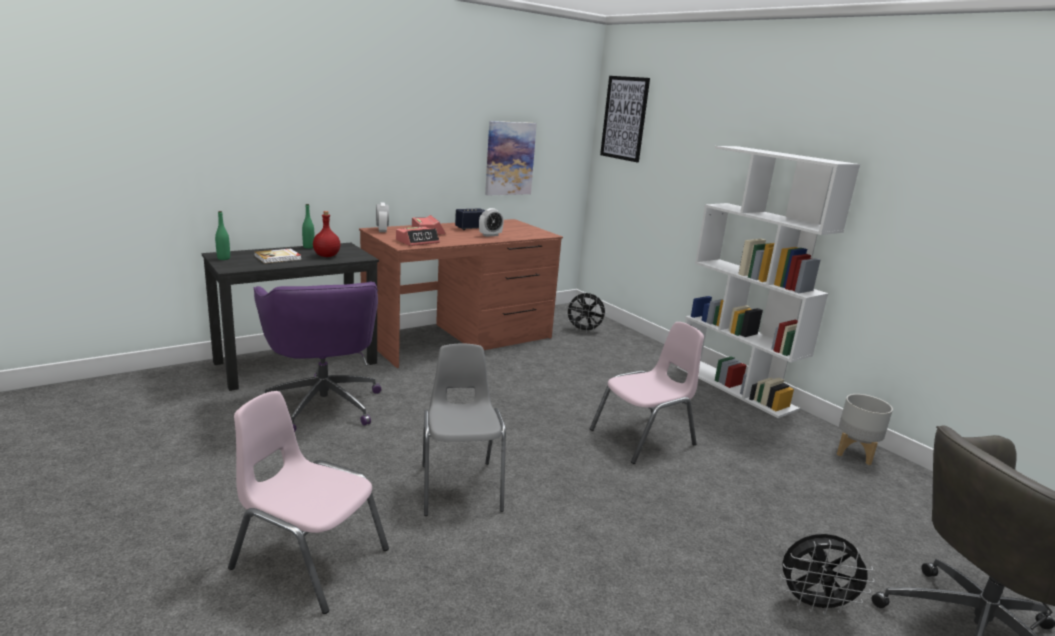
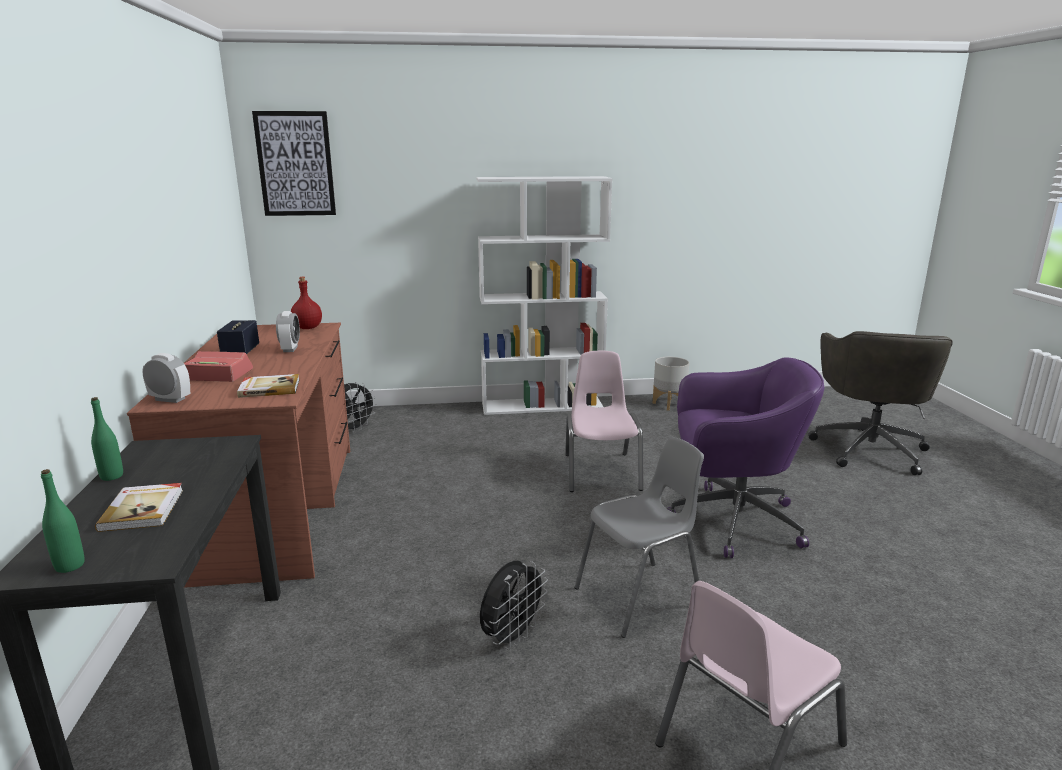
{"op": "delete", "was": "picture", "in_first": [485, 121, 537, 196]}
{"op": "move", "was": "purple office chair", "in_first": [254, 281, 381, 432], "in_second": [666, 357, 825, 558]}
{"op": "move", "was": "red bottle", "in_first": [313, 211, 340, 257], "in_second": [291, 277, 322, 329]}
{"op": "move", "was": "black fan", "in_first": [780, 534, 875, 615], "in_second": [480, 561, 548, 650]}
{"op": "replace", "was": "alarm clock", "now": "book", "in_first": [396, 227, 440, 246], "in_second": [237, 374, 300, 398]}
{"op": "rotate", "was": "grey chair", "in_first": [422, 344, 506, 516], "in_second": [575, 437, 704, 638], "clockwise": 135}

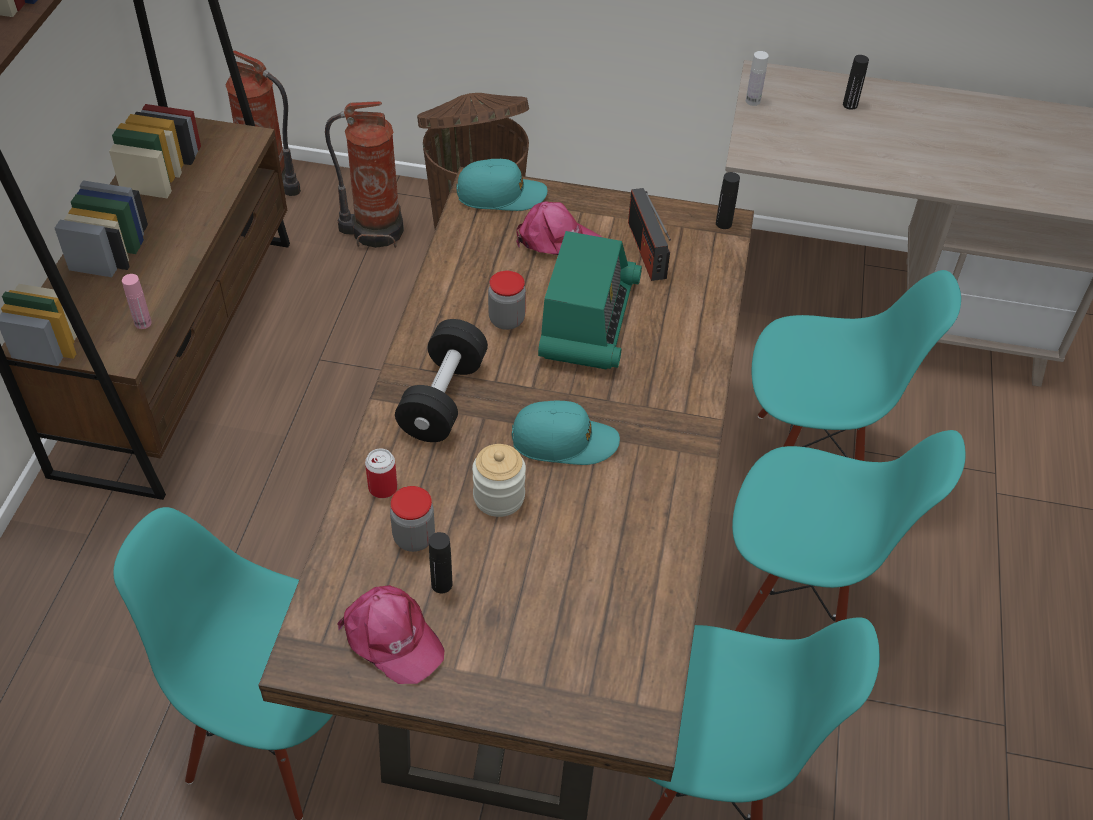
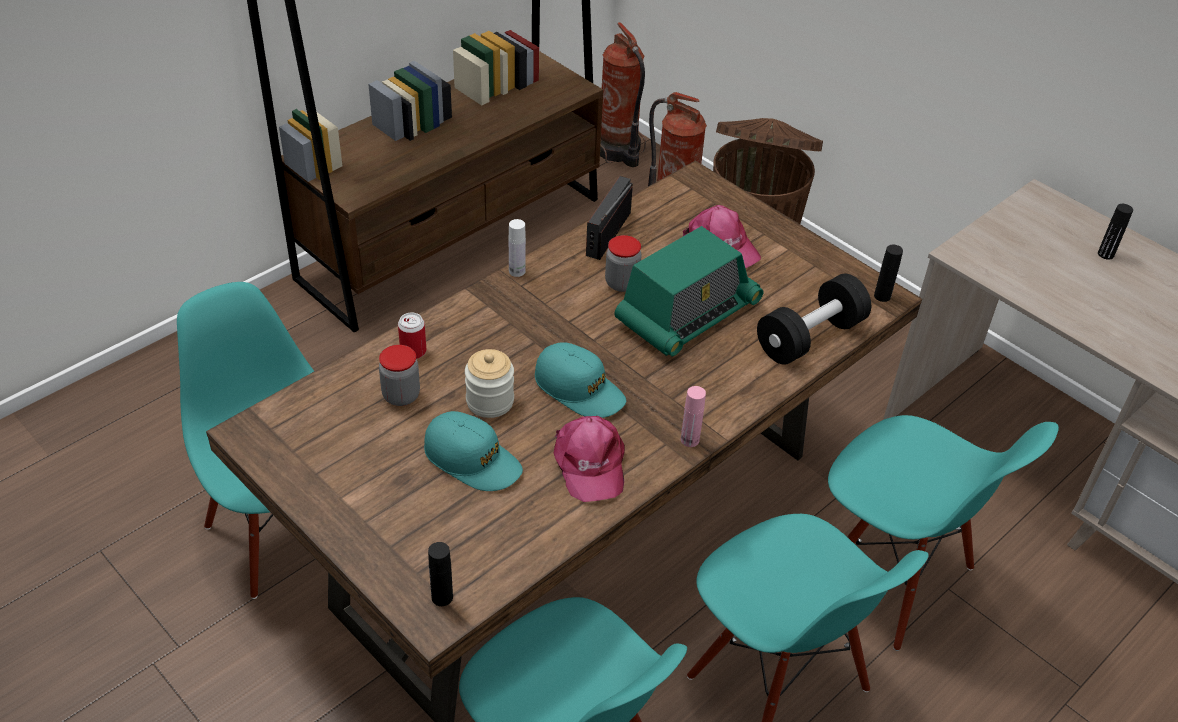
{"op": "move", "was": "pink bottle", "in_first": [122, 274, 152, 329], "in_second": [681, 386, 706, 447]}
{"op": "move", "was": "pink cap", "in_first": [337, 585, 444, 684], "in_second": [554, 416, 625, 502]}
{"op": "move", "was": "black dumbbell", "in_first": [395, 319, 488, 442], "in_second": [757, 274, 871, 365]}
{"op": "move", "was": "black bottle", "in_first": [429, 532, 452, 593], "in_second": [428, 542, 453, 606]}
{"op": "move", "was": "turquoise cap", "in_first": [457, 159, 547, 211], "in_second": [424, 411, 523, 491]}
{"op": "move", "was": "radio", "in_first": [628, 188, 671, 281], "in_second": [586, 176, 633, 260]}
{"op": "move", "was": "white bottle", "in_first": [746, 51, 769, 106], "in_second": [509, 219, 526, 277]}

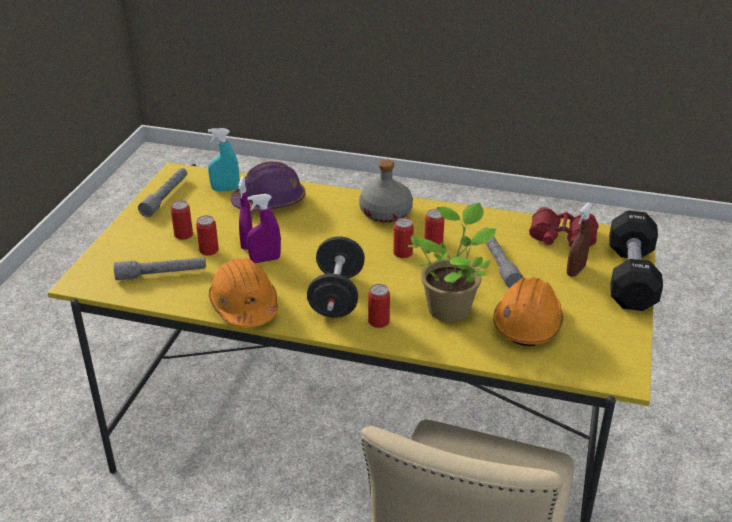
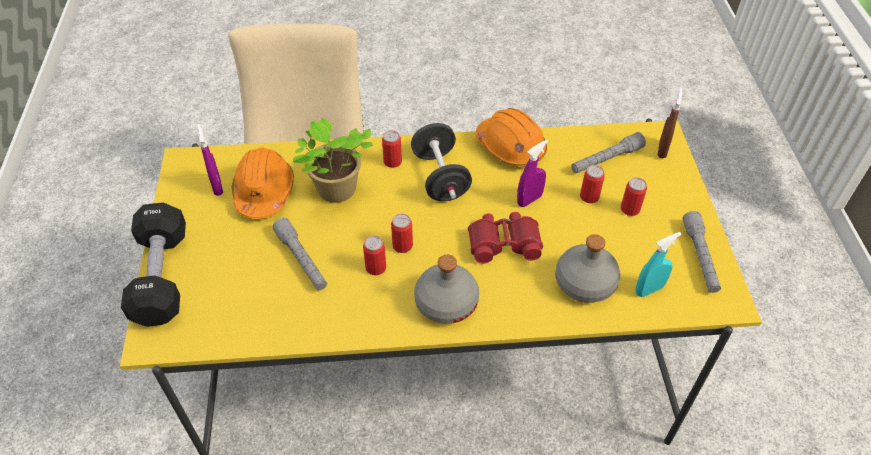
{"op": "move", "was": "purple spray bottle", "in_first": [238, 177, 253, 250], "in_second": [197, 124, 223, 196]}
{"op": "move", "was": "red binoculars", "in_first": [529, 207, 598, 247], "in_second": [468, 212, 543, 264]}
{"op": "move", "was": "brown spray bottle", "in_first": [567, 203, 593, 277], "in_second": [658, 87, 682, 158]}
{"op": "replace", "was": "purple hard hat", "now": "grey bottle", "in_first": [231, 161, 306, 211], "in_second": [555, 234, 620, 303]}

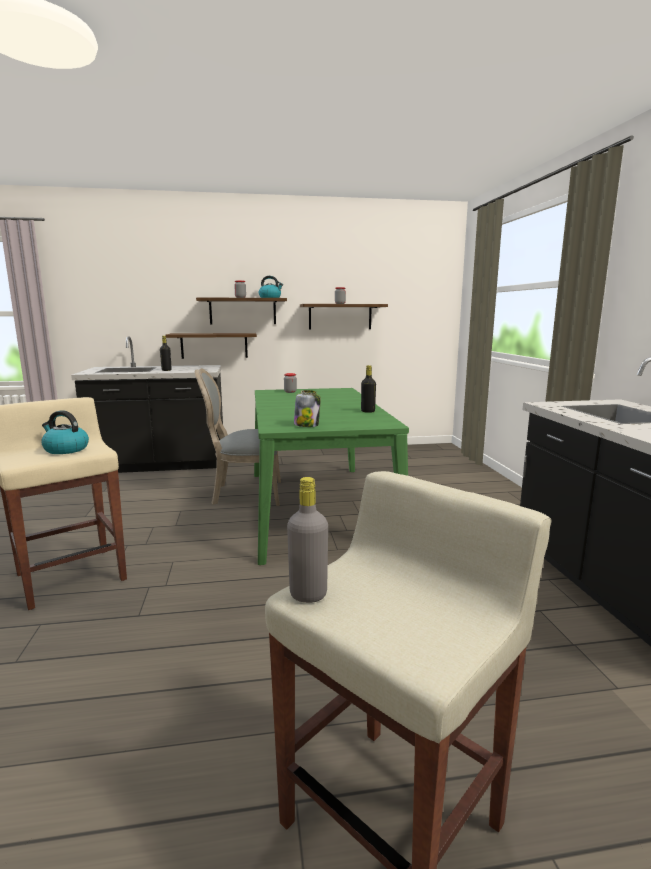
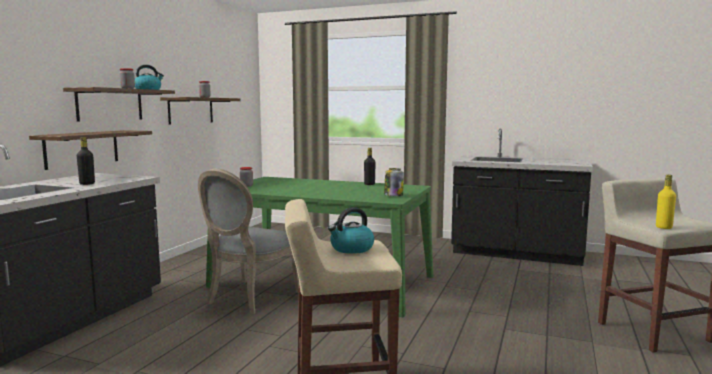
{"op": "recolor", "was": "grey bottle", "now": "yellow bottle", "in_first": [287, 477, 328, 603], "in_second": [656, 175, 676, 229]}

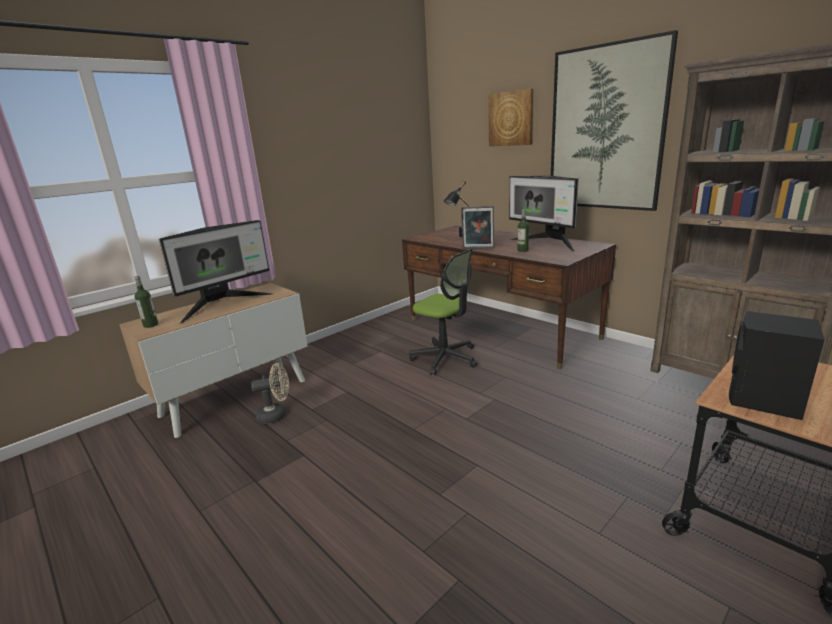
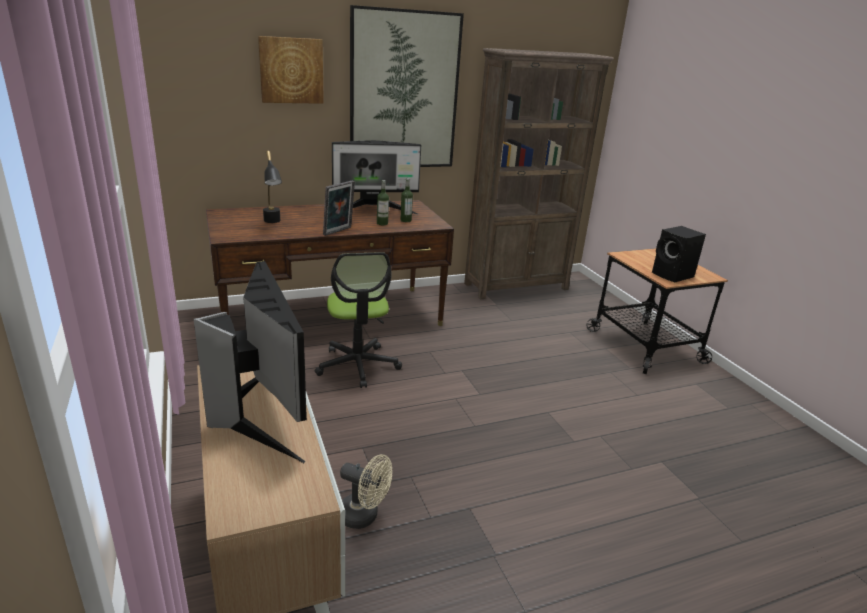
{"op": "move", "was": "bottle", "in_first": [134, 276, 158, 328], "in_second": [400, 178, 413, 222]}
{"op": "rotate", "was": "beige fan", "in_first": [251, 363, 289, 424], "in_second": [340, 454, 392, 529], "clockwise": 105}
{"op": "rotate", "was": "office chair", "in_first": [409, 249, 478, 375], "in_second": [315, 252, 402, 388], "clockwise": 105}

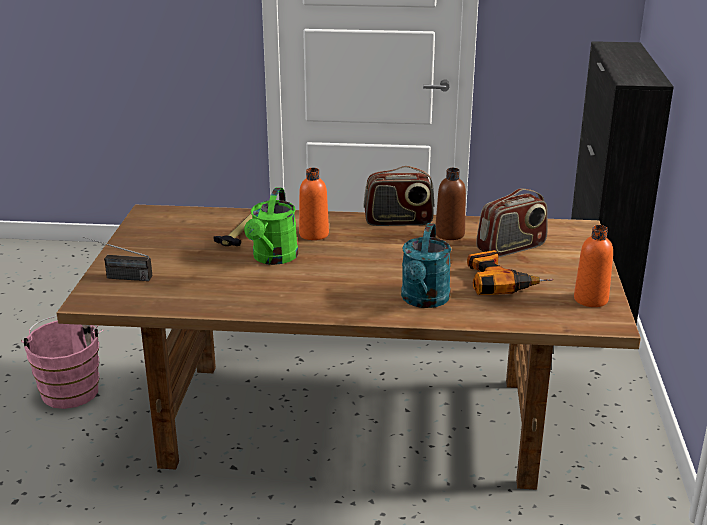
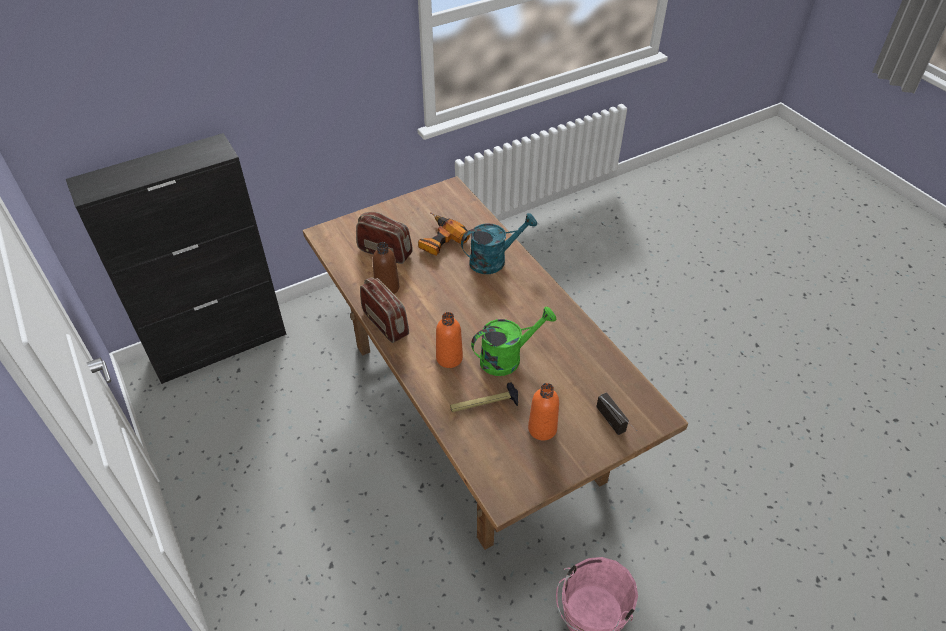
{"op": "move", "was": "orange bottle", "in_first": [574, 225, 613, 307], "in_second": [528, 383, 559, 441]}

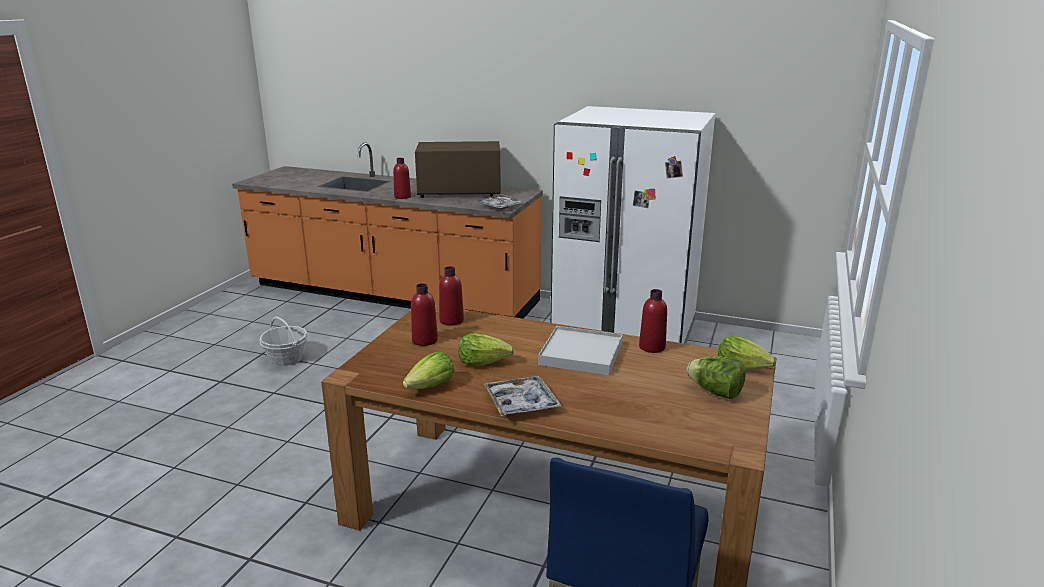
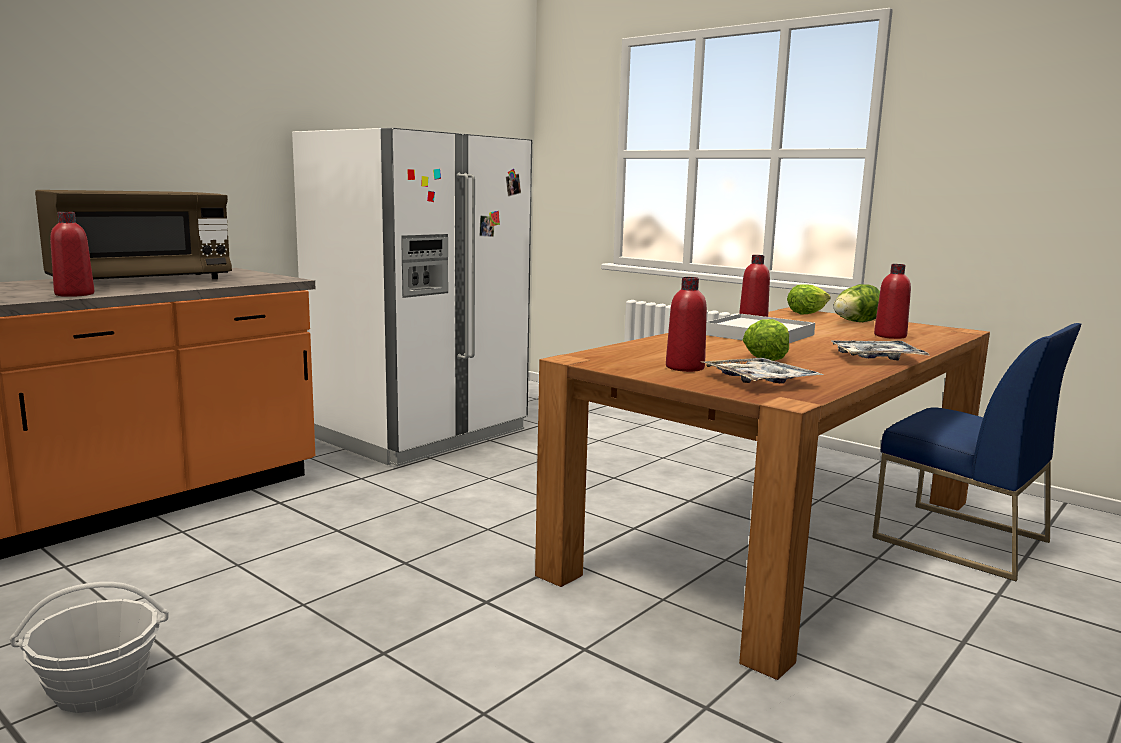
{"op": "delete", "was": "lettuce", "in_first": [403, 352, 454, 389]}
{"op": "move", "was": "red bottle", "in_first": [439, 266, 464, 326], "in_second": [874, 264, 911, 339]}
{"op": "move", "was": "tray", "in_first": [475, 194, 526, 209], "in_second": [703, 358, 823, 383]}
{"op": "rotate", "was": "brown microwave", "in_first": [415, 141, 501, 198], "in_second": [35, 190, 232, 279], "clockwise": -150}

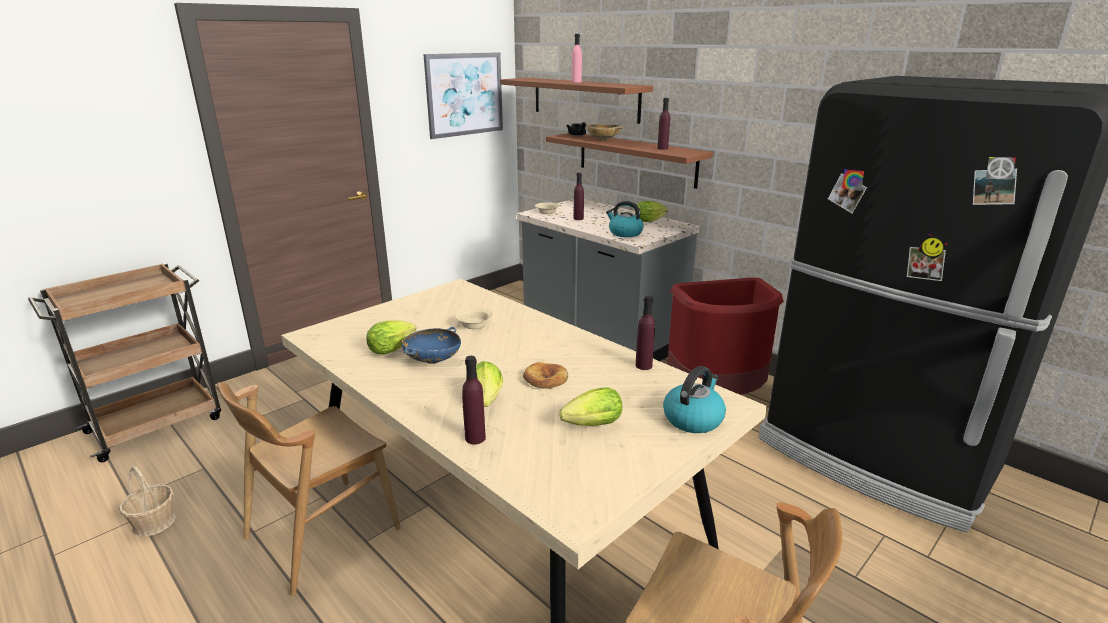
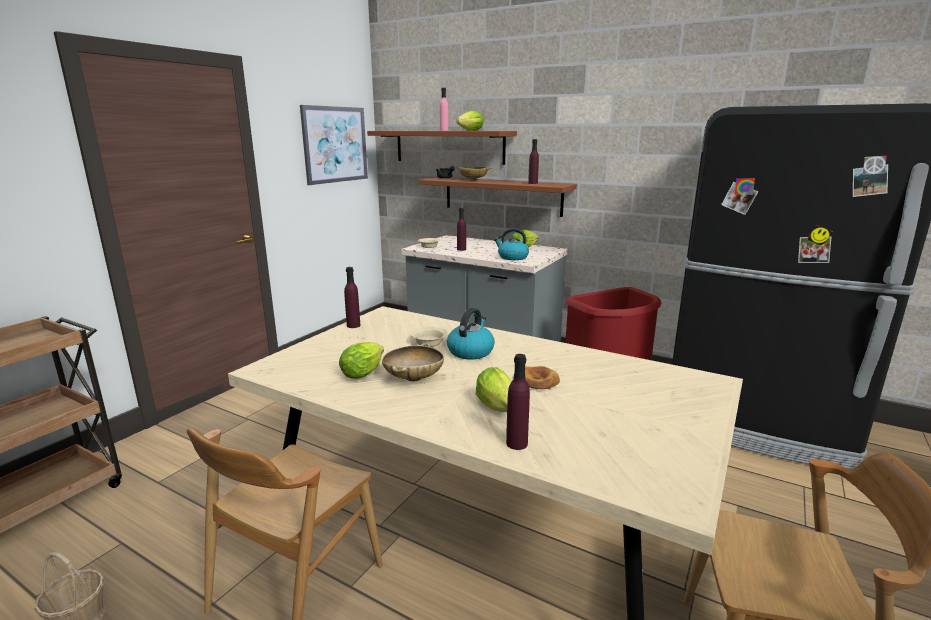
{"op": "move", "was": "lettuce", "in_first": [559, 387, 622, 426], "in_second": [456, 111, 484, 131]}
{"op": "move", "was": "purple bottle", "in_first": [636, 295, 655, 370], "in_second": [344, 267, 361, 328]}
{"op": "move", "was": "kettle", "in_first": [663, 366, 726, 433], "in_second": [447, 308, 494, 360]}
{"op": "recolor", "was": "blue bowl", "now": "beige bowl", "in_first": [402, 327, 461, 364], "in_second": [382, 343, 444, 382]}

